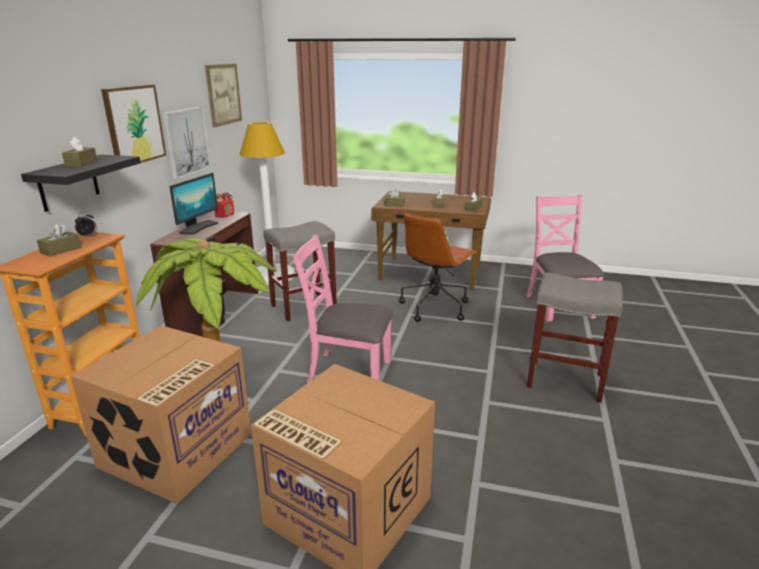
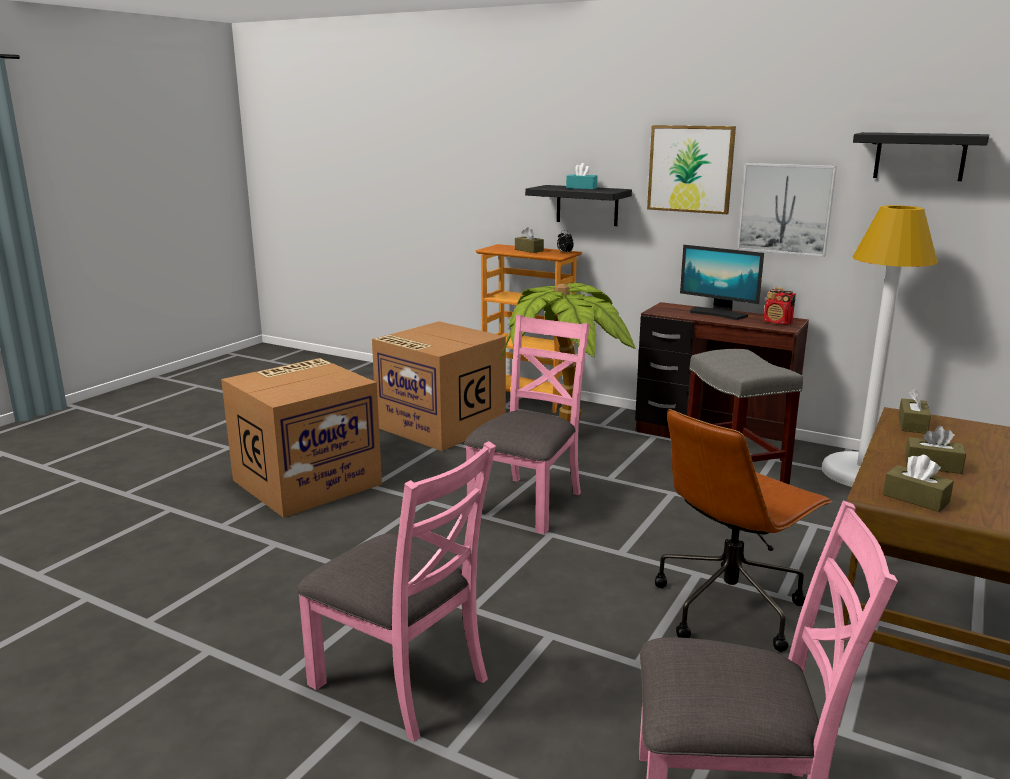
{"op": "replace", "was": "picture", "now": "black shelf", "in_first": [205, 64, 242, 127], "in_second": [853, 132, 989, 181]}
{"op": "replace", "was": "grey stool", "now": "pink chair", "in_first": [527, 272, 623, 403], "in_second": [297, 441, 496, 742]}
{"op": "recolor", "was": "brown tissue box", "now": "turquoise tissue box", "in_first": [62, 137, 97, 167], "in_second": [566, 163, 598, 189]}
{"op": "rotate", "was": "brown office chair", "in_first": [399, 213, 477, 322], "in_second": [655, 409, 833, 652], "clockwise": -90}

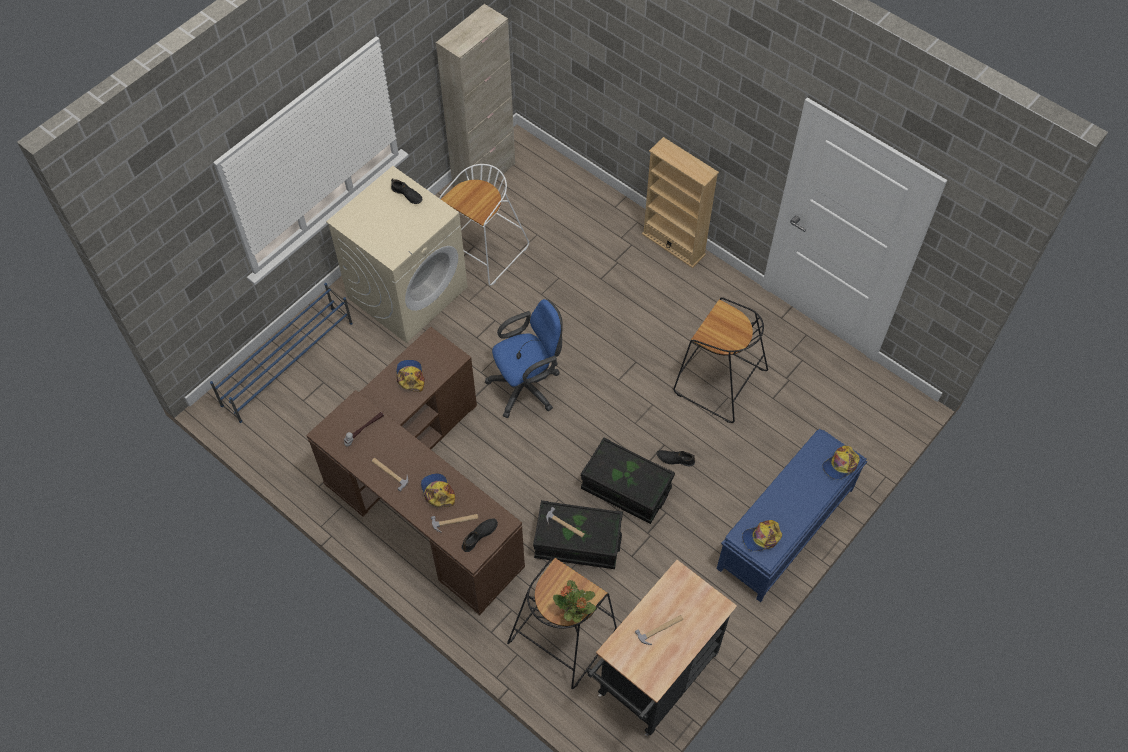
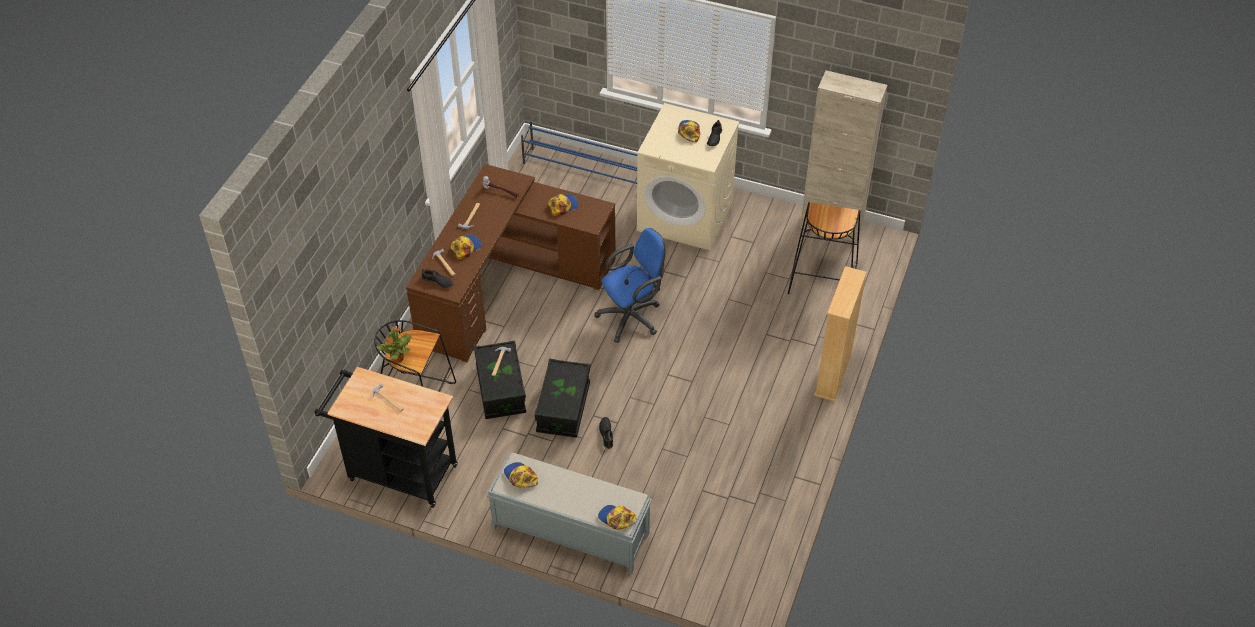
{"op": "delete", "was": "white stool", "in_first": [439, 164, 529, 286]}
{"op": "insert", "now": "cap", "in_second": [678, 120, 700, 142]}
{"op": "move", "was": "black stool", "in_first": [673, 297, 768, 423], "in_second": [788, 202, 860, 294]}
{"op": "recolor", "was": "blue bench", "now": "grey bench", "in_first": [717, 429, 867, 602], "in_second": [487, 453, 652, 574]}
{"op": "rotate", "was": "blue office chair", "in_first": [485, 299, 563, 418], "in_second": [594, 228, 665, 343], "clockwise": -75}

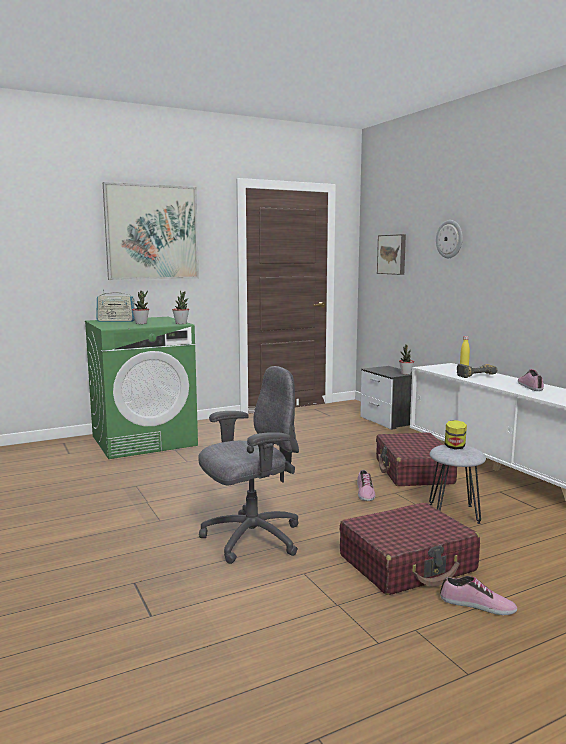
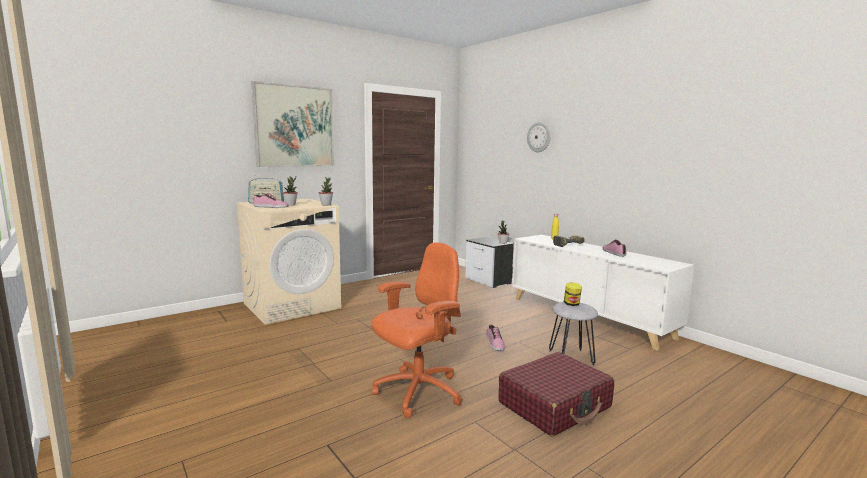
{"op": "delete", "was": "red suitcase", "in_first": [376, 432, 457, 486]}
{"op": "delete", "was": "picture", "in_first": [377, 234, 406, 275]}
{"op": "move", "was": "shoe", "in_first": [440, 576, 517, 615], "in_second": [253, 193, 289, 208]}
{"op": "recolor", "was": "green washing machine", "now": "beige washing machine", "in_first": [85, 317, 198, 459], "in_second": [236, 199, 341, 325]}
{"op": "recolor", "was": "grey office chair", "now": "orange office chair", "in_first": [198, 366, 299, 564], "in_second": [371, 242, 463, 418]}

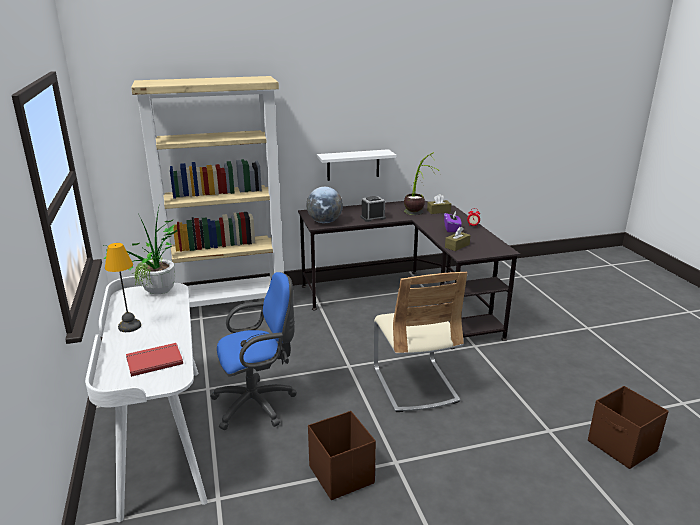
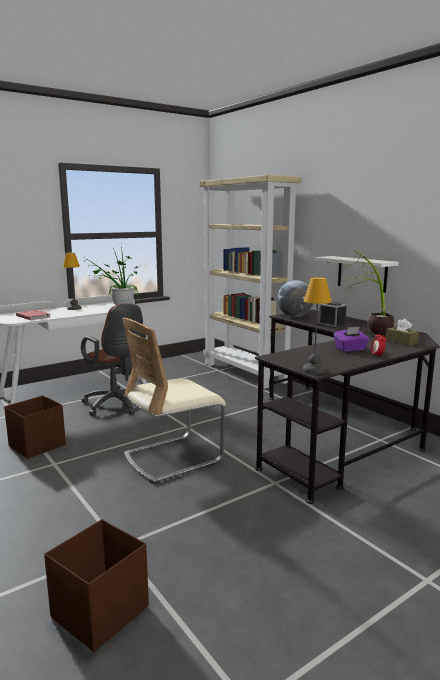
{"op": "delete", "was": "brown tissue box", "in_first": [445, 227, 470, 251]}
{"op": "insert", "now": "table lamp", "in_second": [303, 277, 332, 374]}
{"op": "recolor", "was": "blue office chair", "now": "brown office chair", "in_first": [210, 272, 297, 430], "in_second": [81, 303, 146, 416]}

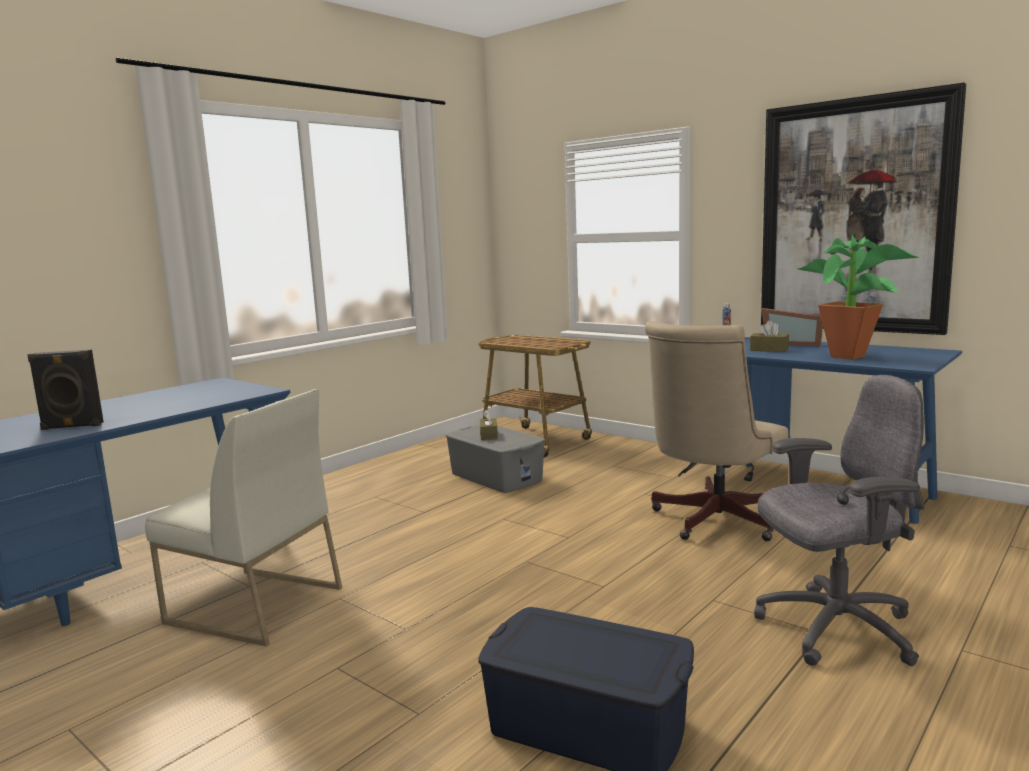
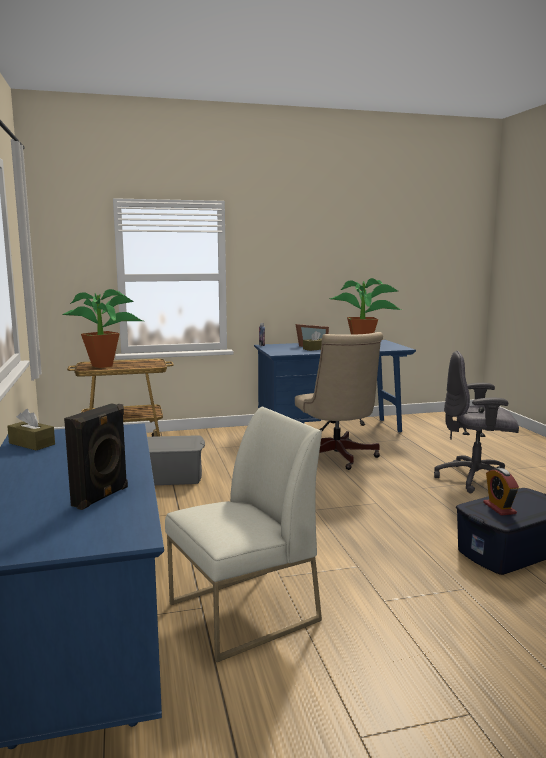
{"op": "delete", "was": "picture", "in_first": [761, 83, 966, 335]}
{"op": "insert", "now": "potted plant", "in_second": [62, 289, 143, 368]}
{"op": "insert", "now": "alarm clock", "in_second": [483, 468, 519, 516]}
{"op": "move", "was": "brown tissue box", "in_first": [480, 410, 498, 440], "in_second": [7, 409, 55, 450]}
{"op": "rotate", "was": "grey office chair", "in_first": [754, 375, 925, 666], "in_second": [434, 351, 519, 493], "clockwise": -105}

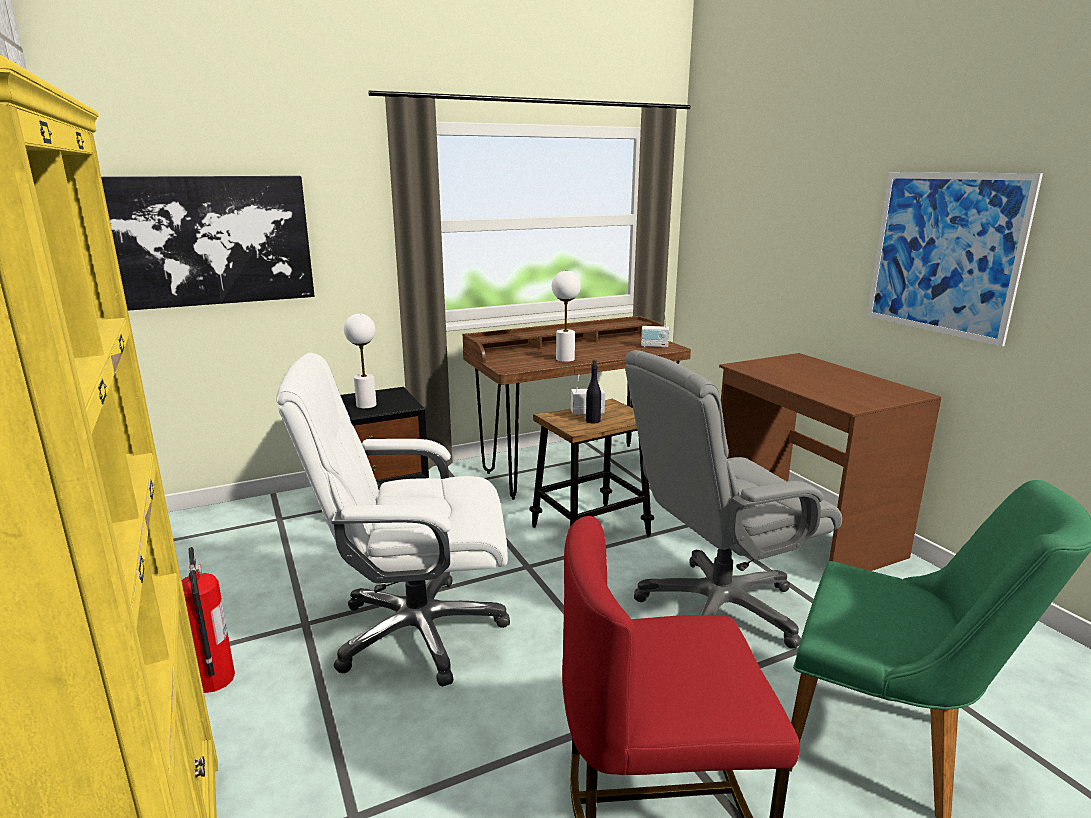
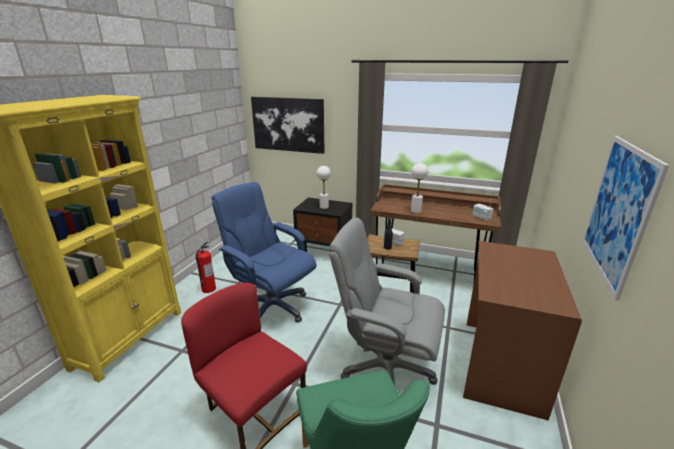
{"op": "recolor", "was": "white office chair", "now": "blue office chair", "in_first": [276, 353, 510, 687], "in_second": [212, 182, 316, 323]}

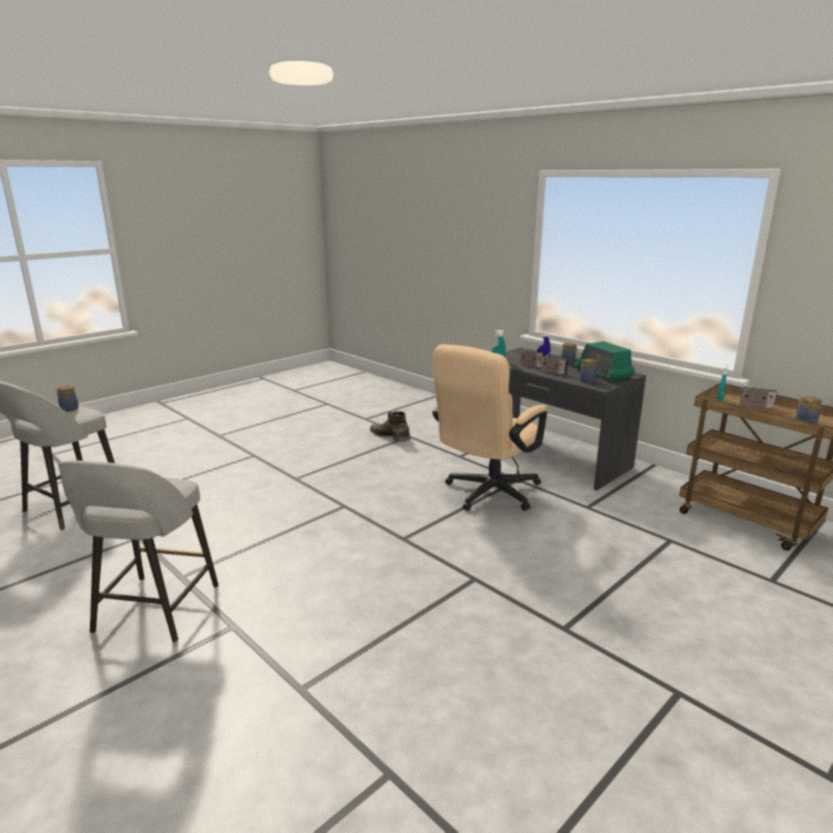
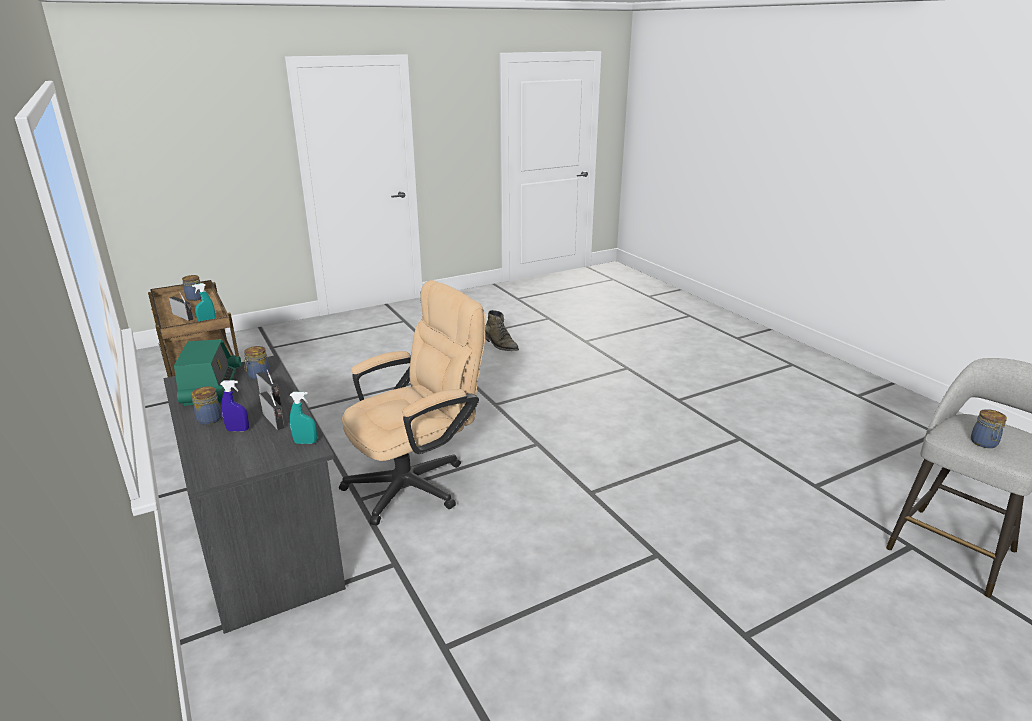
{"op": "delete", "was": "grey stool", "in_first": [58, 460, 218, 642]}
{"op": "move", "was": "green boot", "in_first": [370, 411, 410, 442], "in_second": [485, 310, 519, 351]}

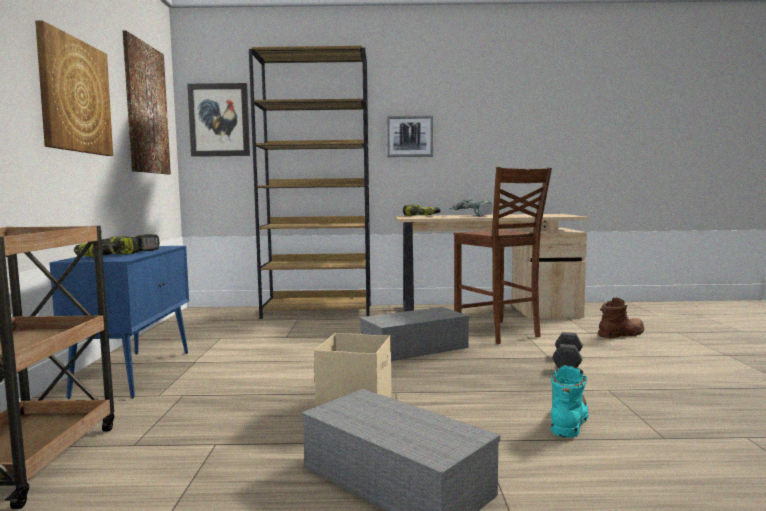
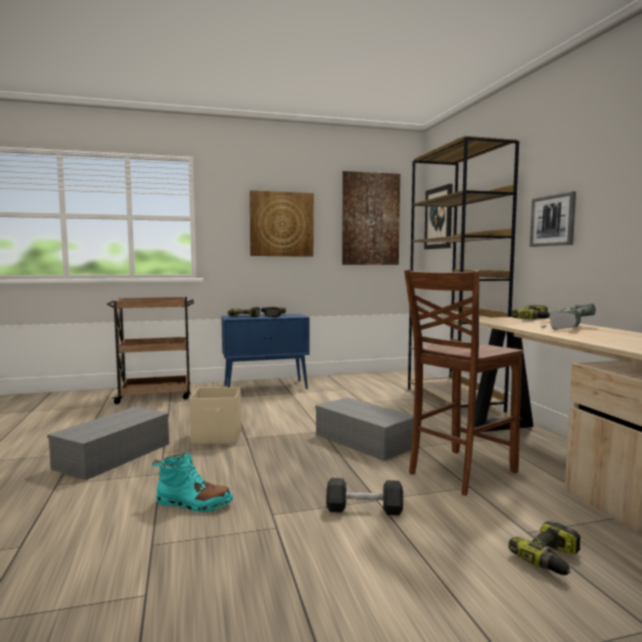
{"op": "replace", "was": "brown boot", "now": "power drill", "in_first": [598, 298, 644, 339], "in_second": [508, 521, 581, 575]}

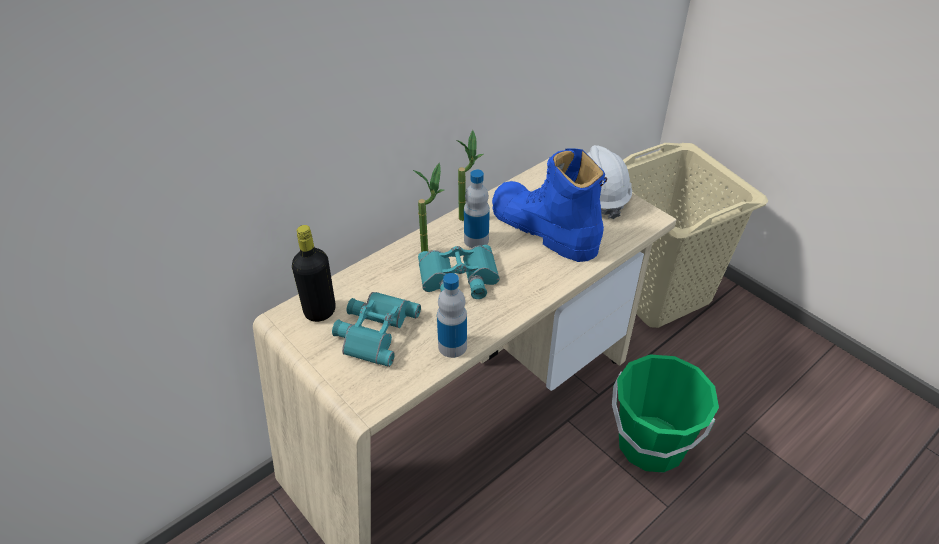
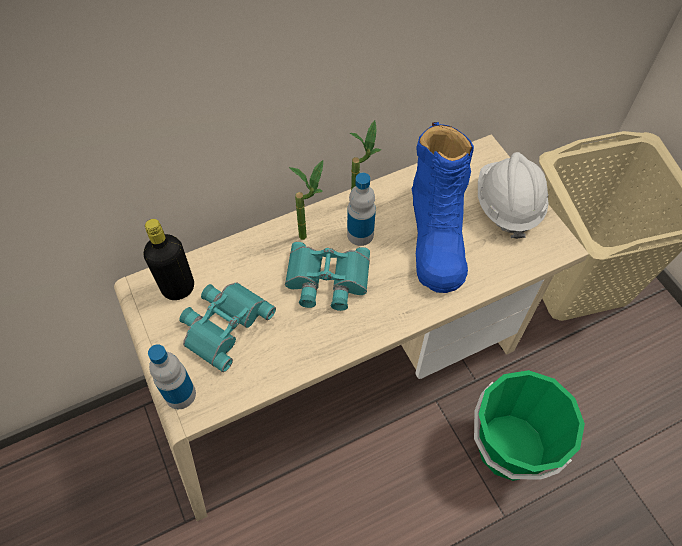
{"op": "move", "was": "bottle", "in_first": [437, 273, 467, 358], "in_second": [148, 344, 196, 409]}
{"op": "rotate", "was": "blue boot", "in_first": [492, 148, 607, 262], "in_second": [412, 122, 474, 293], "clockwise": -150}

